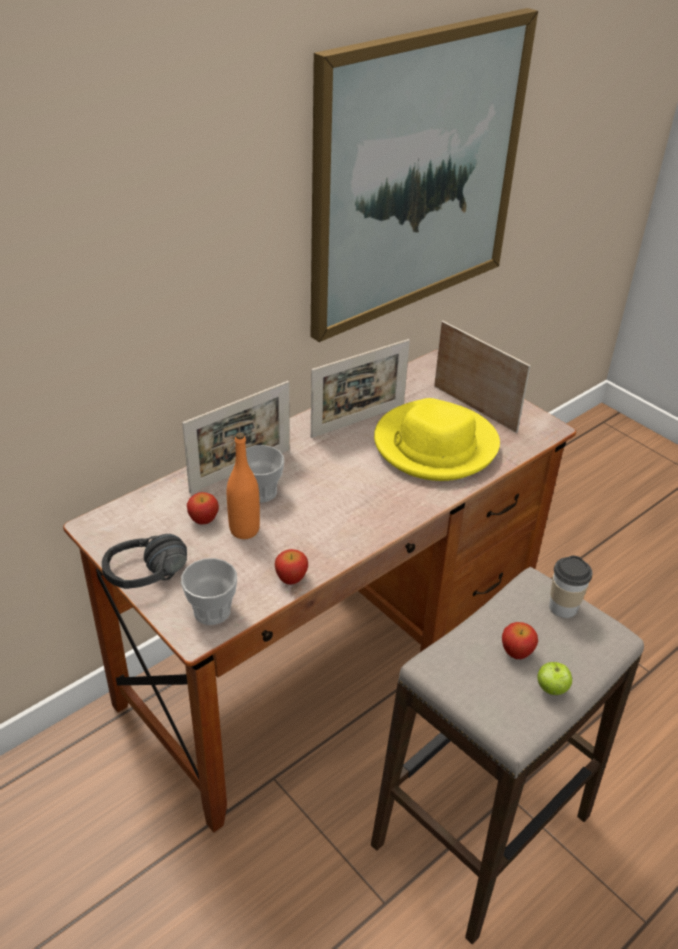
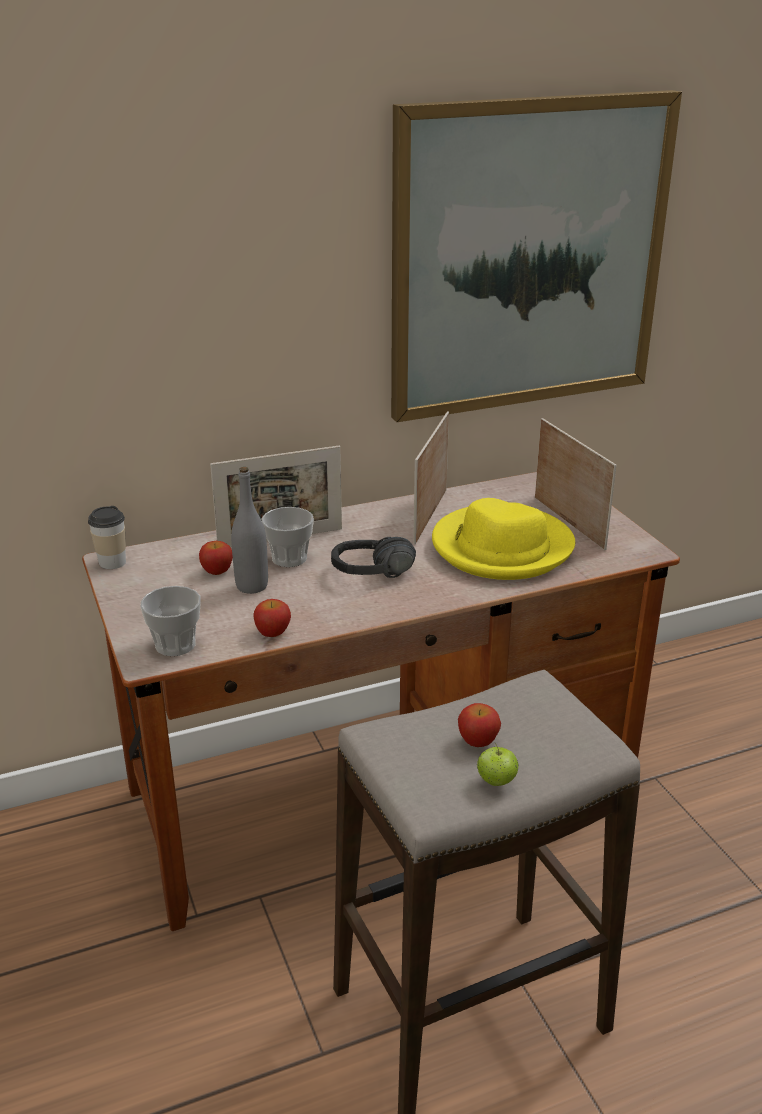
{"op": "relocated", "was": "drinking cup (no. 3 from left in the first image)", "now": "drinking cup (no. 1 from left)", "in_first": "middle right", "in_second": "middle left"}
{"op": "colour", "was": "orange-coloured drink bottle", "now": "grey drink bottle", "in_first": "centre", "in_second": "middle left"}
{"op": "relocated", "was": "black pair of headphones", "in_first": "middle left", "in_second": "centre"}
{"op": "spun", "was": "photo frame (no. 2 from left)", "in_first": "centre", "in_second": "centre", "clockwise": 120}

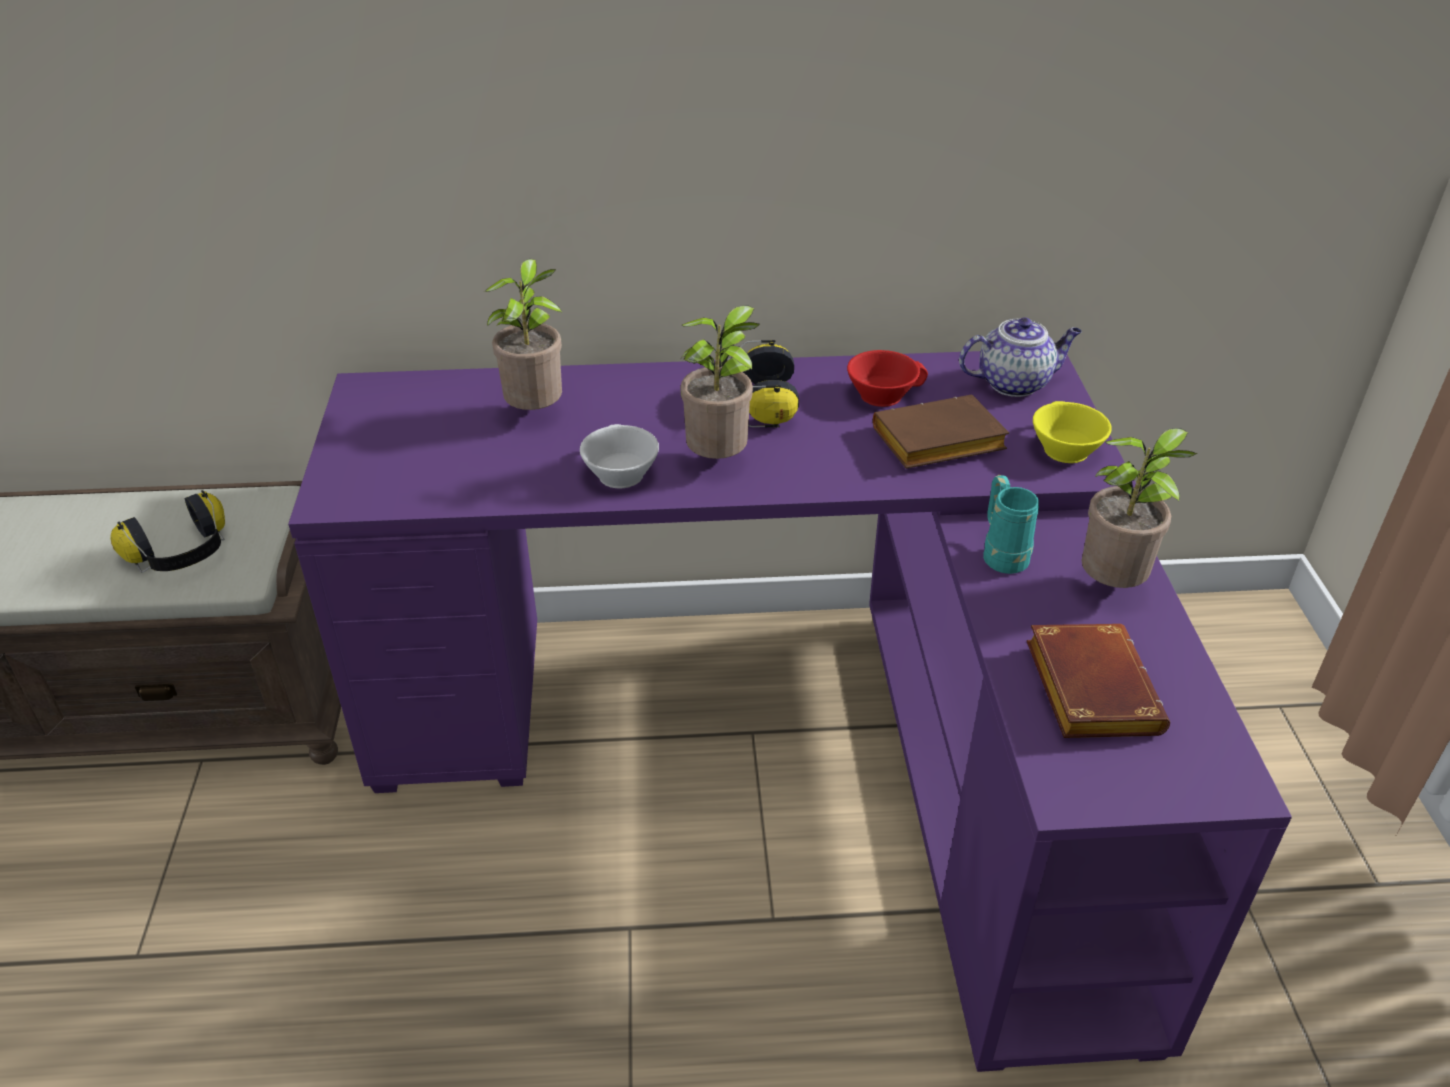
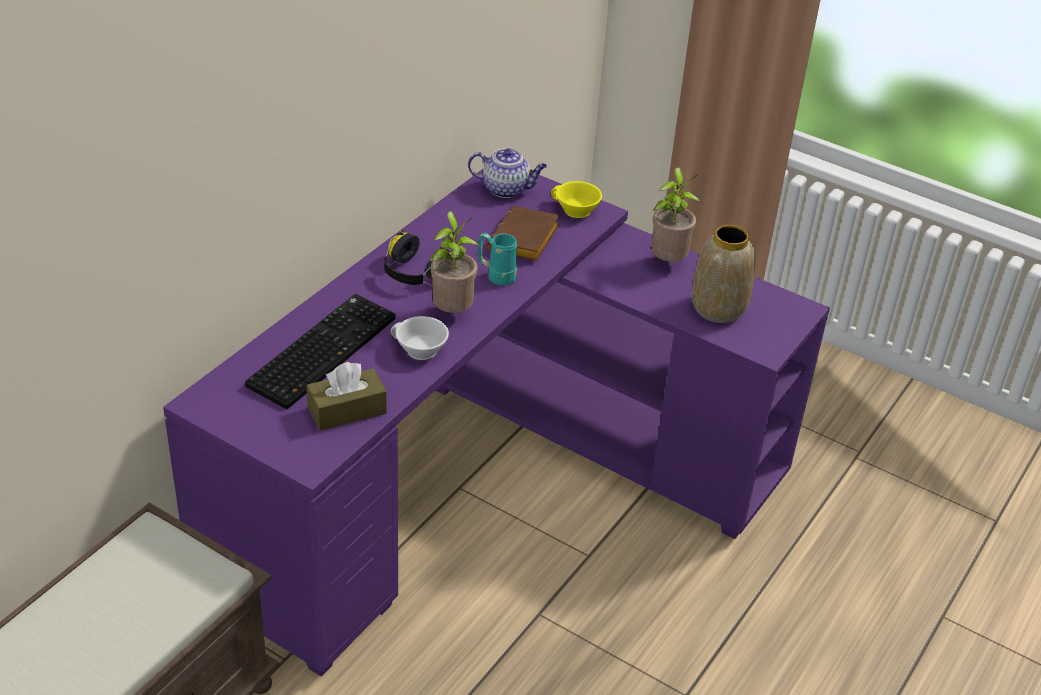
{"op": "exchanged", "was": "plant in a pot (no. 1 from left)", "now": "keyboard", "in_first": "top centre", "in_second": "middle left"}
{"op": "appeared", "now": "brown-coloured tissue holder", "in_second": "centre"}
{"op": "spun", "was": "tea pot", "in_first": "top right", "in_second": "top centre", "clockwise": 75}
{"op": "relocated", "was": "turquoise-coloured tea mug", "in_first": "middle right", "in_second": "centre"}
{"op": "exchanged", "was": "brown-coloured bound book (no. 2 from left)", "now": "decorative vase", "in_first": "middle right", "in_second": "middle right"}
{"op": "missing", "was": "pair of headphones (no. 1 from left)", "in_first": "middle left"}
{"op": "missing", "was": "reddish drinking cup", "in_first": "centre"}

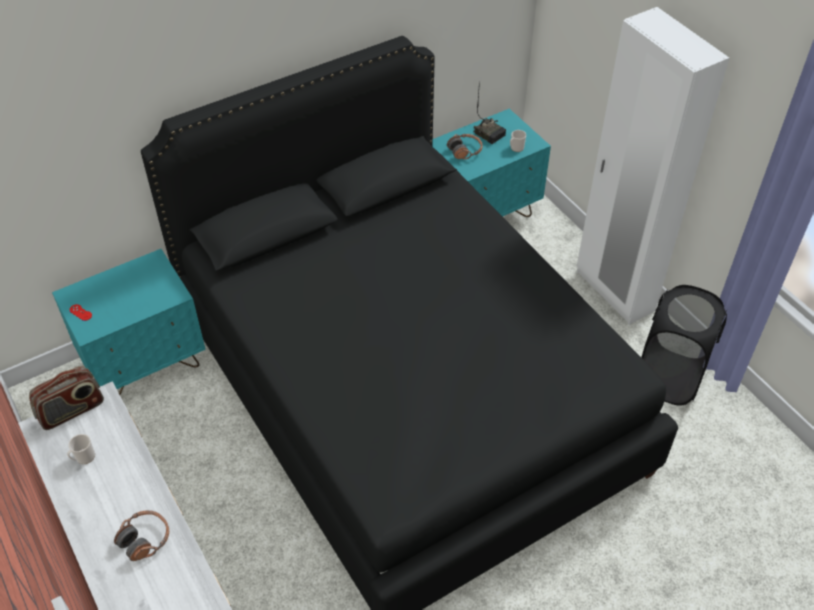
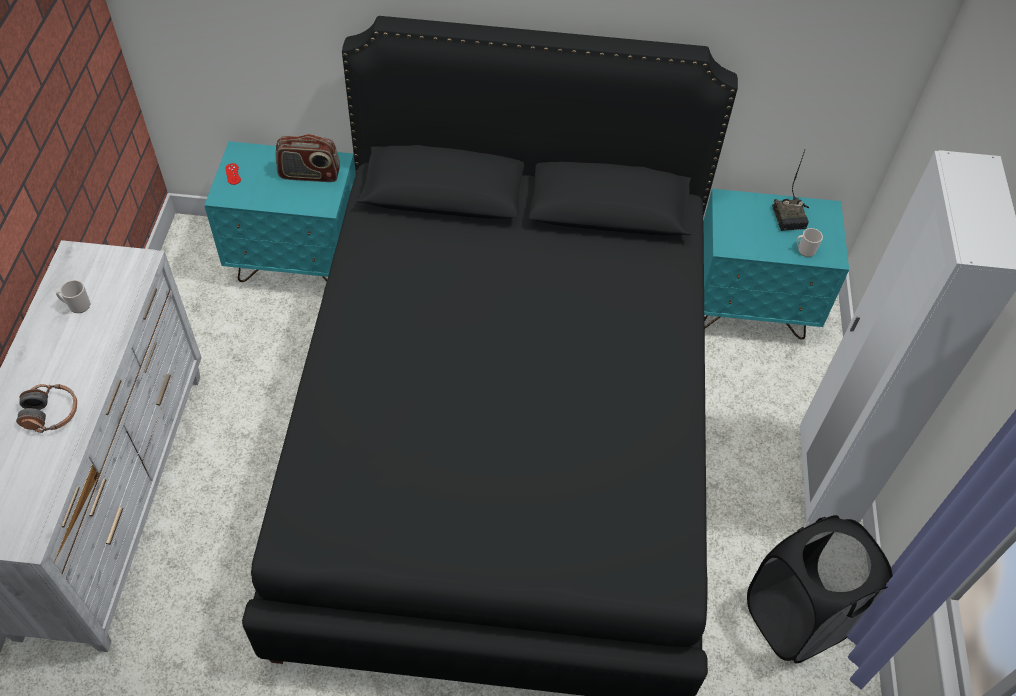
{"op": "relocated", "was": "radio receiver (no. 1 from left)", "in_first": "middle left", "in_second": "top left"}
{"op": "missing", "was": "pair of headphones (no. 2 from left)", "in_first": "top centre"}

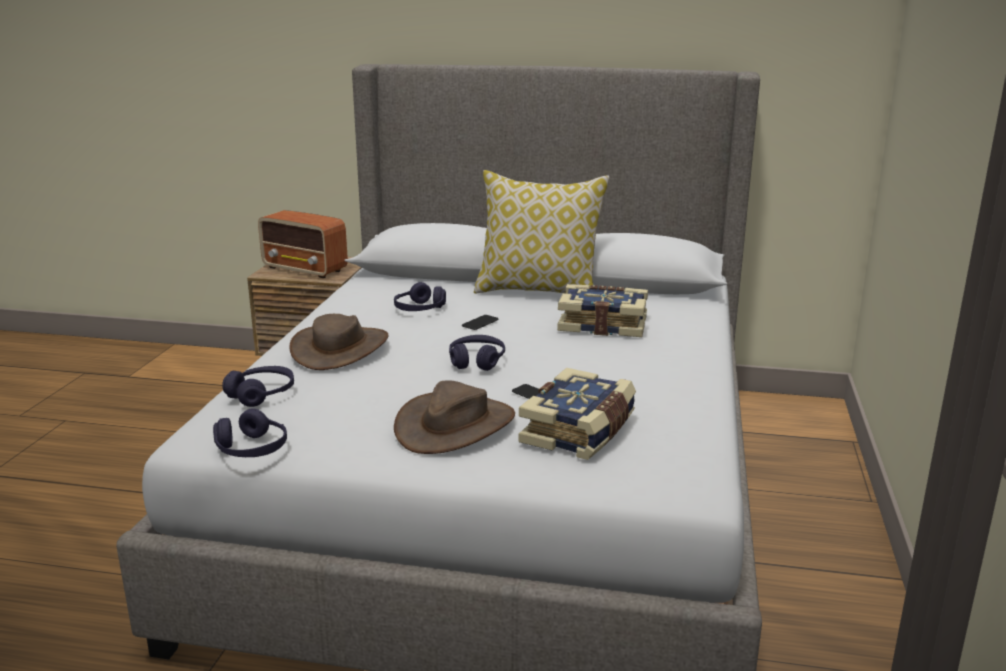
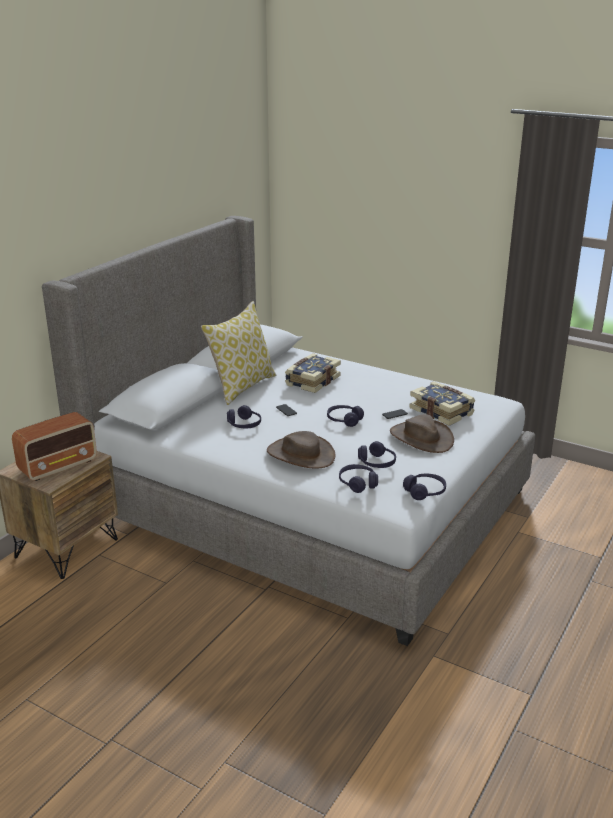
{"op": "appeared", "now": "purple-coloured pair of headphones (no. 4 from left)", "in_second": "centre"}

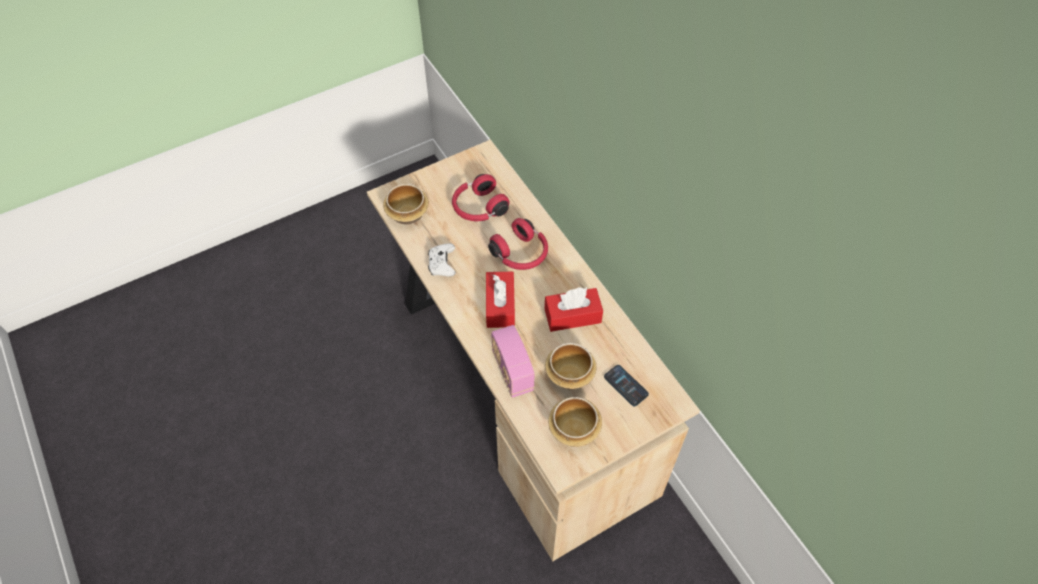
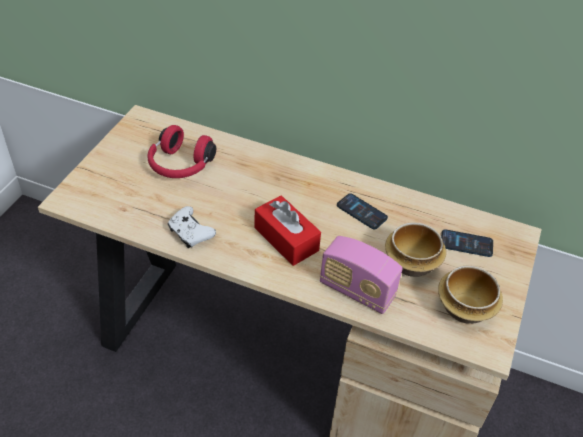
{"op": "exchanged", "was": "reddish tissue holder (no. 2 from left)", "now": "handset (no. 1 from left)", "in_first": "centre", "in_second": "centre"}
{"op": "missing", "was": "serving bowl (no. 1 from left)", "in_first": "centre"}
{"op": "missing", "was": "reddish pair of headphones (no. 2 from left)", "in_first": "centre"}

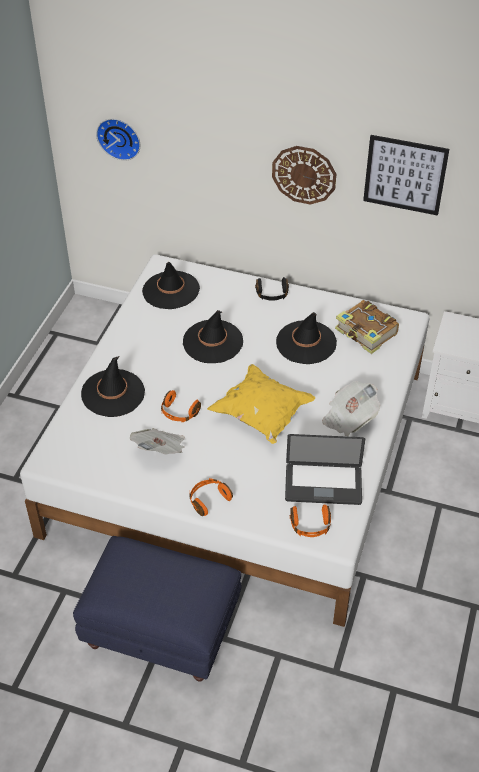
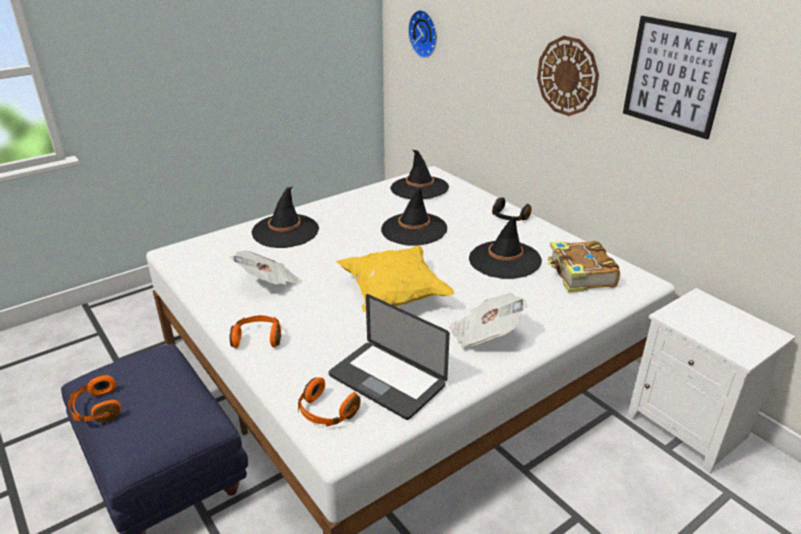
{"op": "relocated", "was": "orange-coloured pair of headphones (no. 1 from left)", "in_first": "centre", "in_second": "bottom left"}

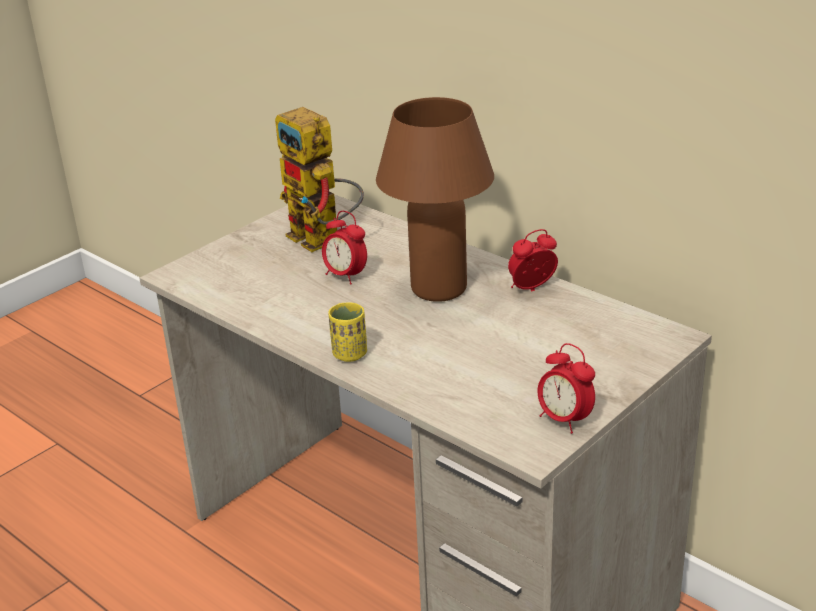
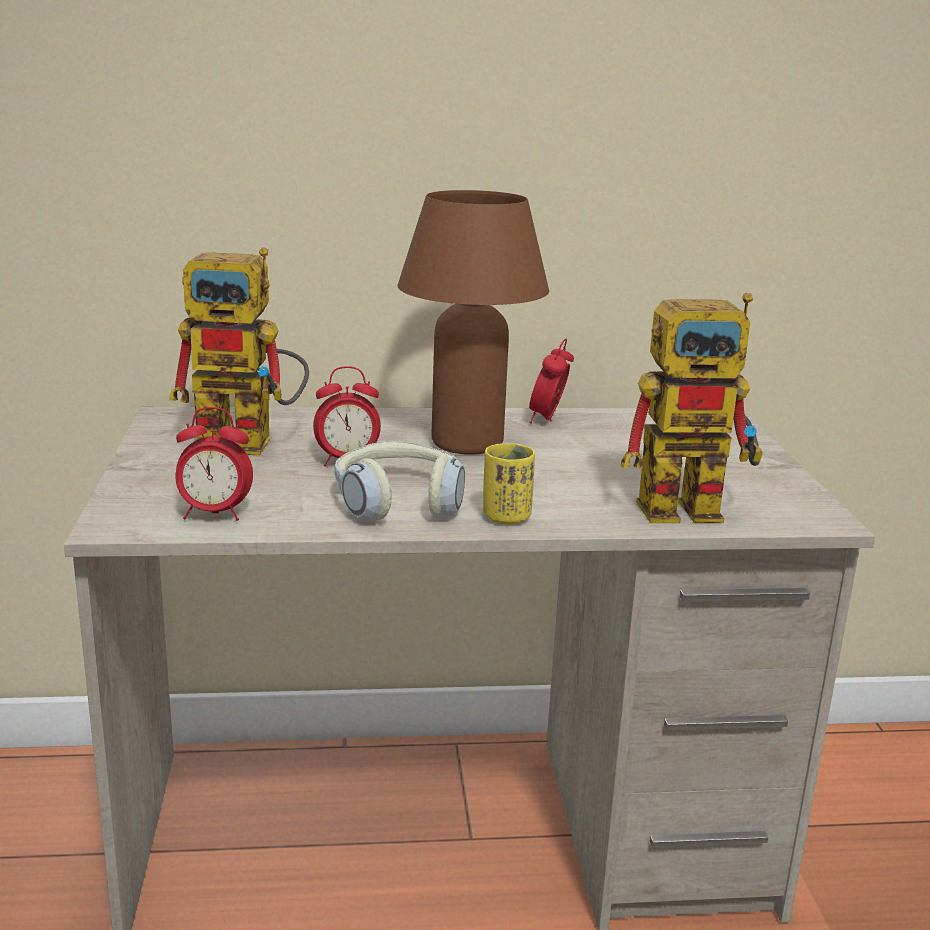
{"op": "relocated", "was": "alarm clock (no. 3 from left in the first image)", "now": "alarm clock (no. 1 from left)", "in_first": "middle right", "in_second": "middle left"}
{"op": "appeared", "now": "pair of headphones", "in_second": "centre"}
{"op": "appeared", "now": "robot figure (no. 2 from left)", "in_second": "middle right"}

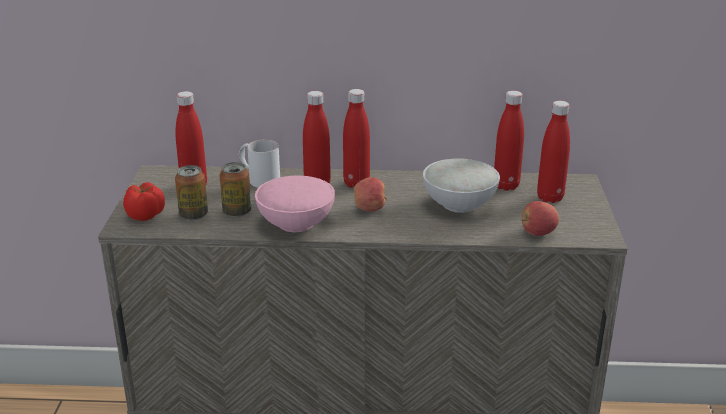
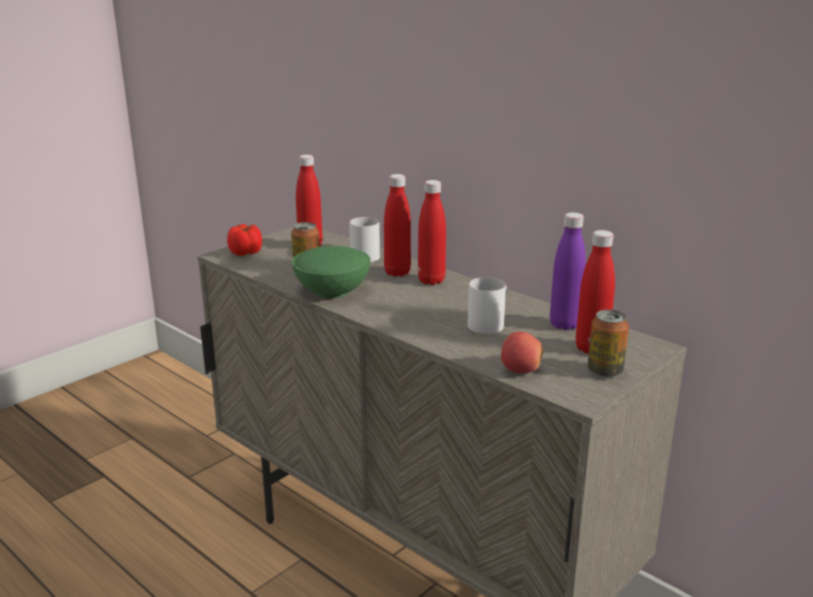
{"op": "colour", "was": "pinkish serving bowl", "now": "green-coloured serving bowl", "in_first": "centre", "in_second": "centre"}
{"op": "exchanged", "was": "white serving bowl", "now": "white tea mug (no. 2 from left)", "in_first": "centre", "in_second": "centre"}
{"op": "colour", "was": "reddish drink bottle (no. 4 from left)", "now": "purple-coloured drink bottle", "in_first": "middle right", "in_second": "middle right"}
{"op": "relocated", "was": "metal can (no. 1 from left in the first image)", "now": "metal can (no. 2 from left)", "in_first": "middle left", "in_second": "middle right"}
{"op": "missing", "was": "whole apple (no. 1 from left)", "in_first": "centre"}

